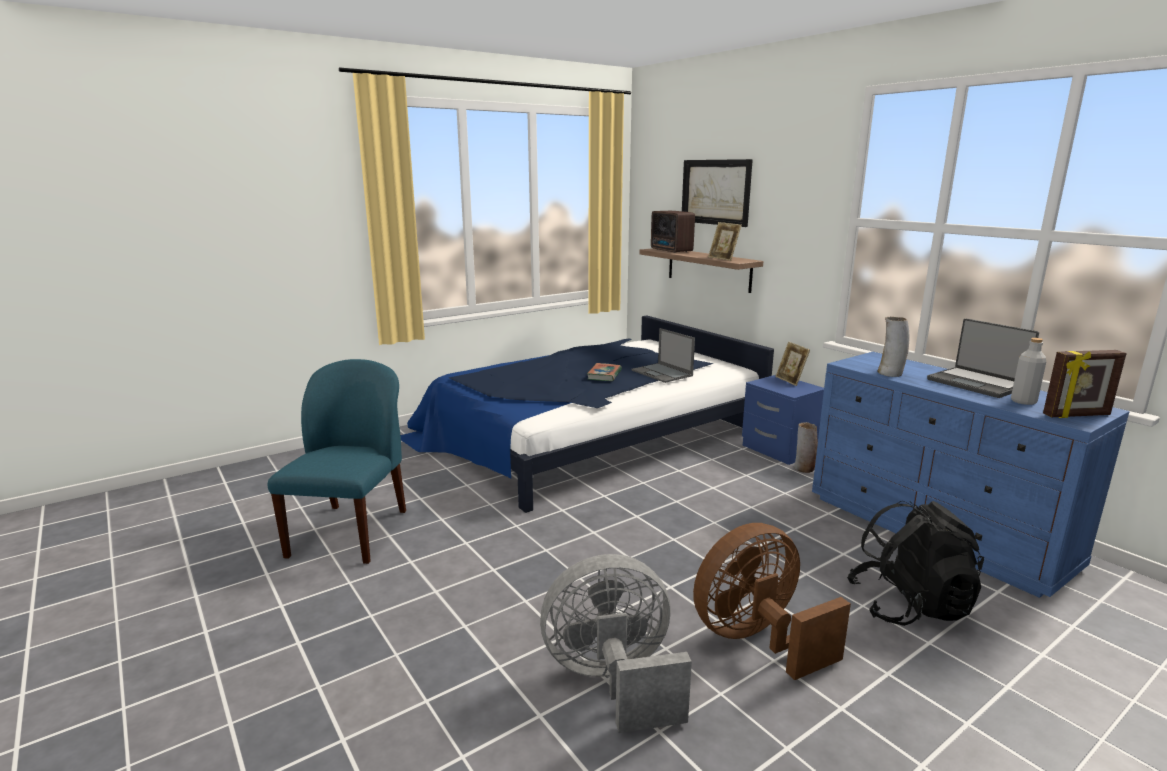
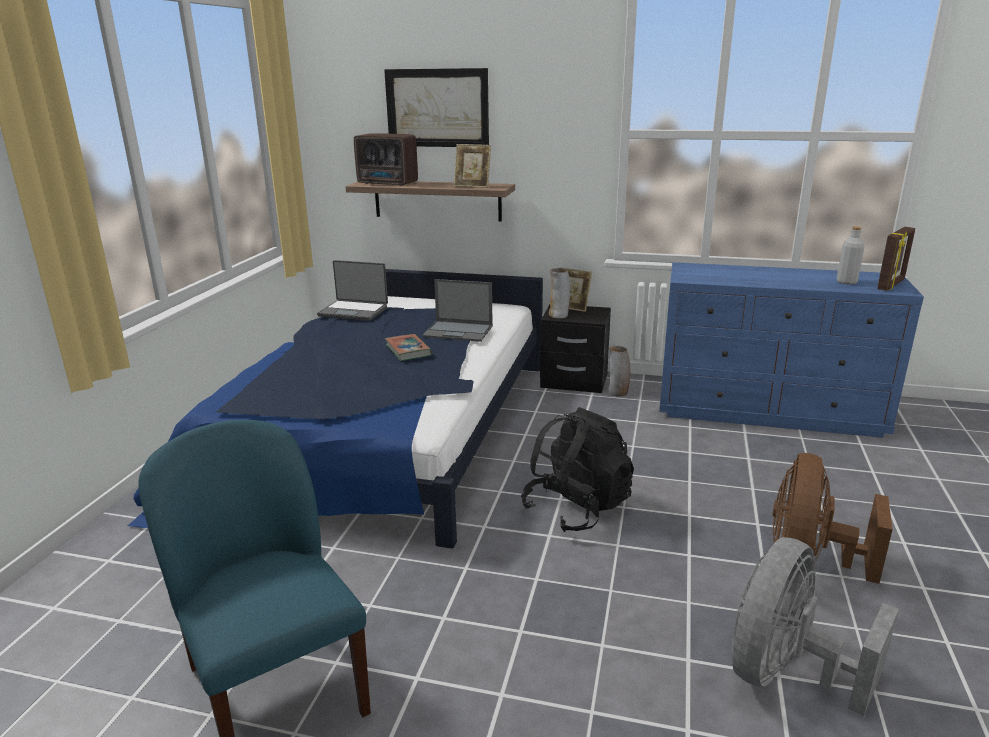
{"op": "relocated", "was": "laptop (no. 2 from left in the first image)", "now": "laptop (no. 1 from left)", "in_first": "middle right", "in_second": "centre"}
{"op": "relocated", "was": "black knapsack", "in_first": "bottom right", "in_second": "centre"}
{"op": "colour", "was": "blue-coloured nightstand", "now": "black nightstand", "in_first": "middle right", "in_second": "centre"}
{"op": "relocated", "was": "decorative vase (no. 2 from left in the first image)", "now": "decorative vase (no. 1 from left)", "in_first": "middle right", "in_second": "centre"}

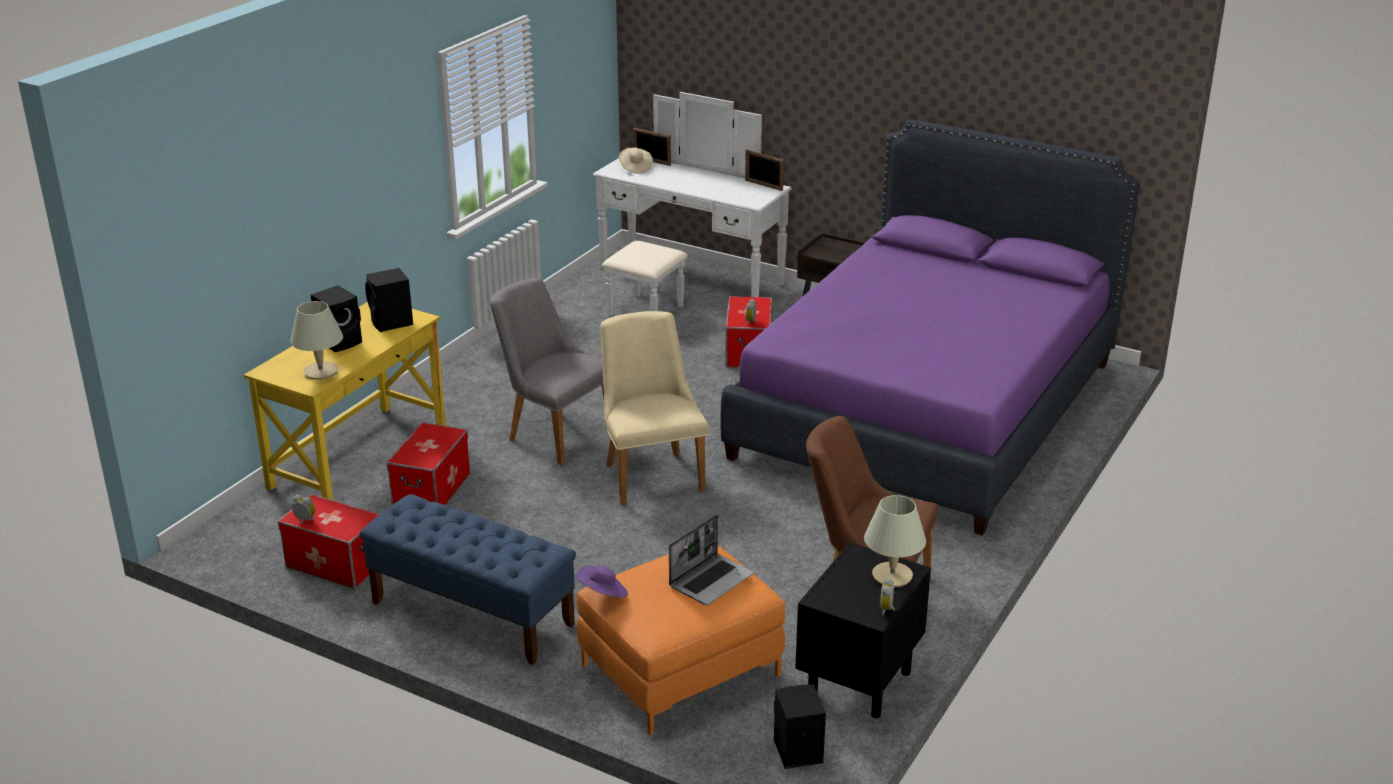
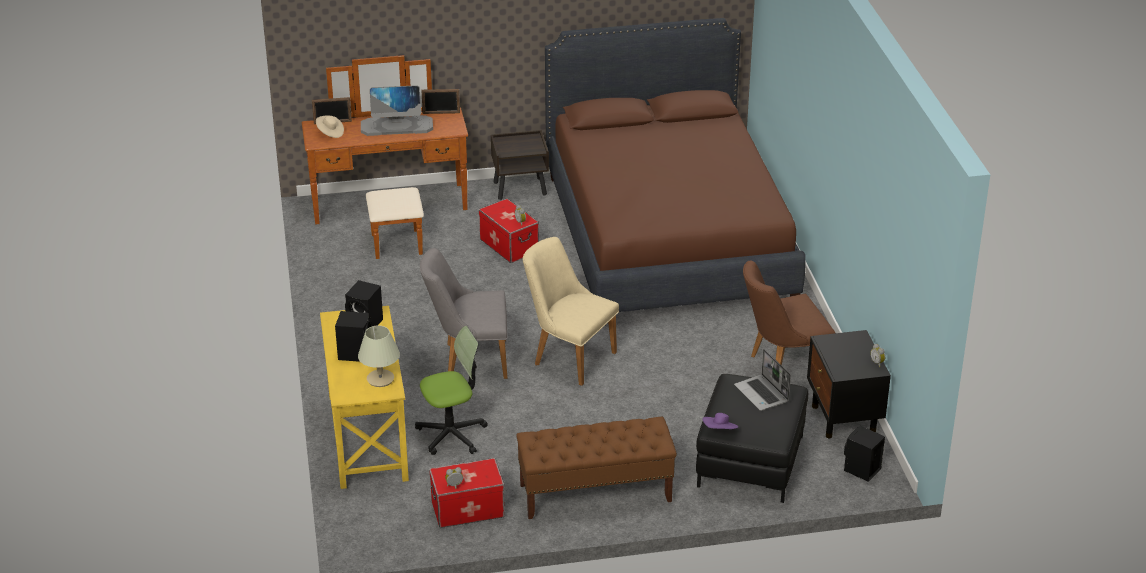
{"op": "colour", "was": "white dresser", "now": "brown-coloured dresser", "in_first": "top centre", "in_second": "top centre"}
{"op": "appeared", "now": "monitor", "in_second": "top centre"}
{"op": "exchanged", "was": "storage bin (no. 2 from left)", "now": "office chair", "in_first": "middle left", "in_second": "bottom centre"}
{"op": "colour", "was": "blue-coloured bench", "now": "brown-coloured bench", "in_first": "bottom centre", "in_second": "bottom centre"}
{"op": "colour", "was": "purple-coloured bedroom bed", "now": "brown-coloured bedroom bed", "in_first": "middle right", "in_second": "top centre"}
{"op": "colour", "was": "orange-coloured ottoman", "now": "black ottoman", "in_first": "bottom centre", "in_second": "bottom centre"}
{"op": "spun", "was": "laptop", "in_first": "bottom centre", "in_second": "centre", "clockwise": 150}
{"op": "missing", "was": "beige-coloured lamp for a table (no. 2 from left)", "in_first": "bottom centre"}

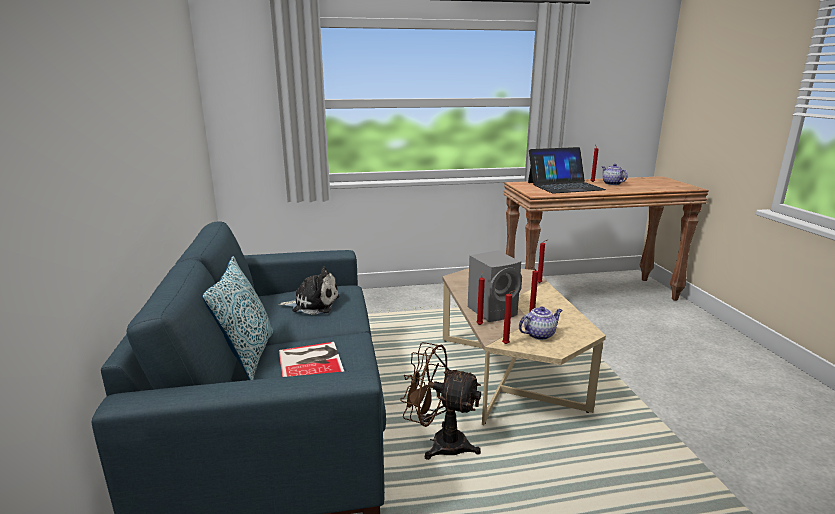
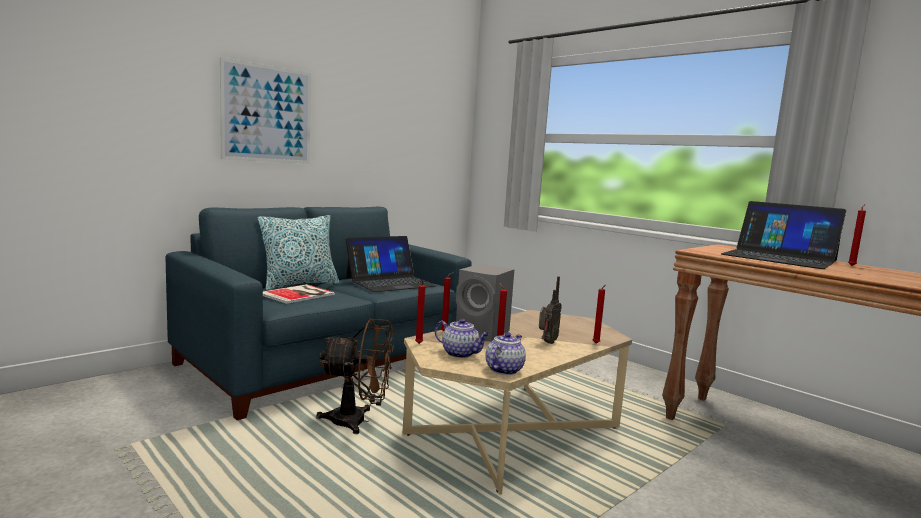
{"op": "appeared", "now": "wall art", "in_second": "top left"}
{"op": "spun", "was": "brown-coloured electric fan", "in_first": "bottom centre", "in_second": "bottom centre", "clockwise": 105}
{"op": "exchanged", "was": "cuddly toy", "now": "laptop (no. 1 from left)", "in_first": "centre", "in_second": "centre"}
{"op": "relocated", "was": "tea pot (no. 2 from left)", "in_first": "middle right", "in_second": "bottom centre"}
{"op": "appeared", "now": "radio receiver", "in_second": "centre"}

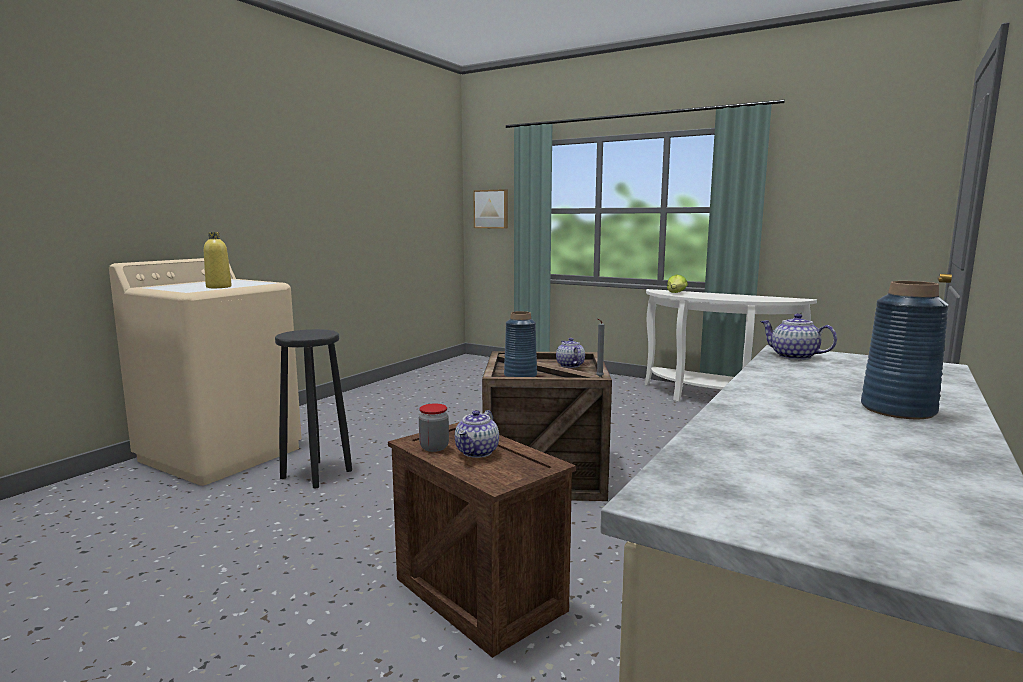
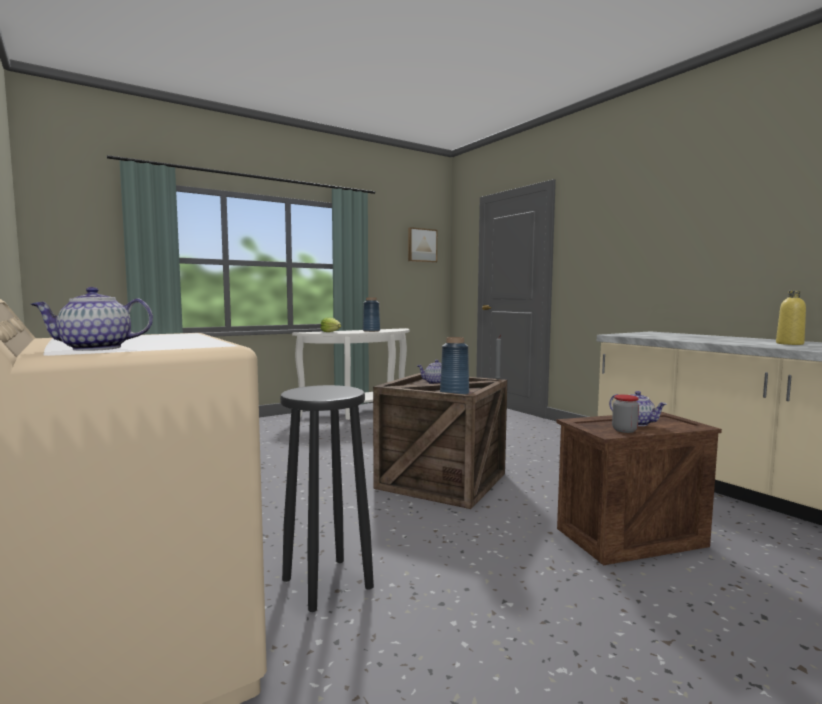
{"op": "relocated", "was": "tea pot (no. 3 from left in the first image)", "now": "tea pot (no. 1 from left)", "in_first": "middle right", "in_second": "middle left"}
{"op": "relocated", "was": "blue-coloured decorative vase (no. 2 from left in the first image)", "now": "blue-coloured decorative vase (no. 1 from left)", "in_first": "middle right", "in_second": "centre"}
{"op": "relocated", "was": "wall art", "in_first": "top centre", "in_second": "centre"}
{"op": "relocated", "was": "yellowish drink bottle", "in_first": "middle left", "in_second": "middle right"}

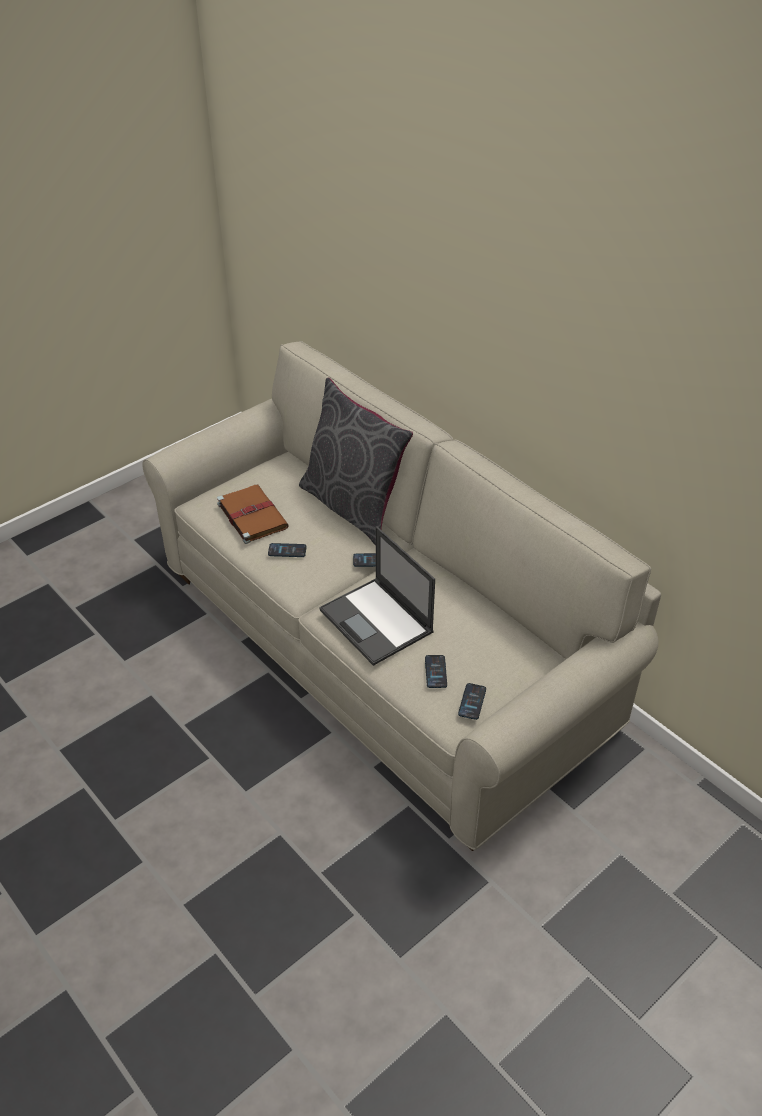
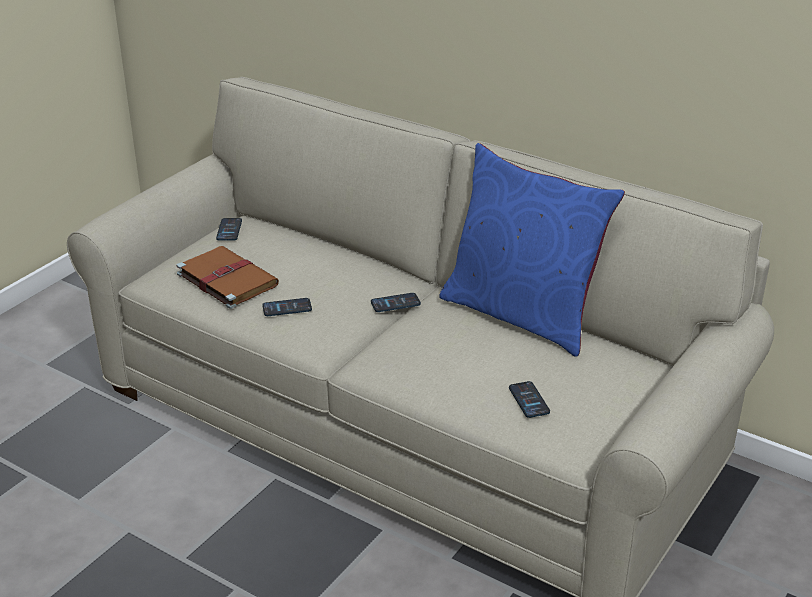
{"op": "relocated", "was": "handset (no. 4 from left in the first image)", "now": "handset (no. 1 from left)", "in_first": "centre", "in_second": "middle left"}
{"op": "appeared", "now": "blue-coloured pillow", "in_second": "centre"}
{"op": "missing", "was": "grey pillow", "in_first": "centre"}
{"op": "missing", "was": "laptop", "in_first": "centre"}

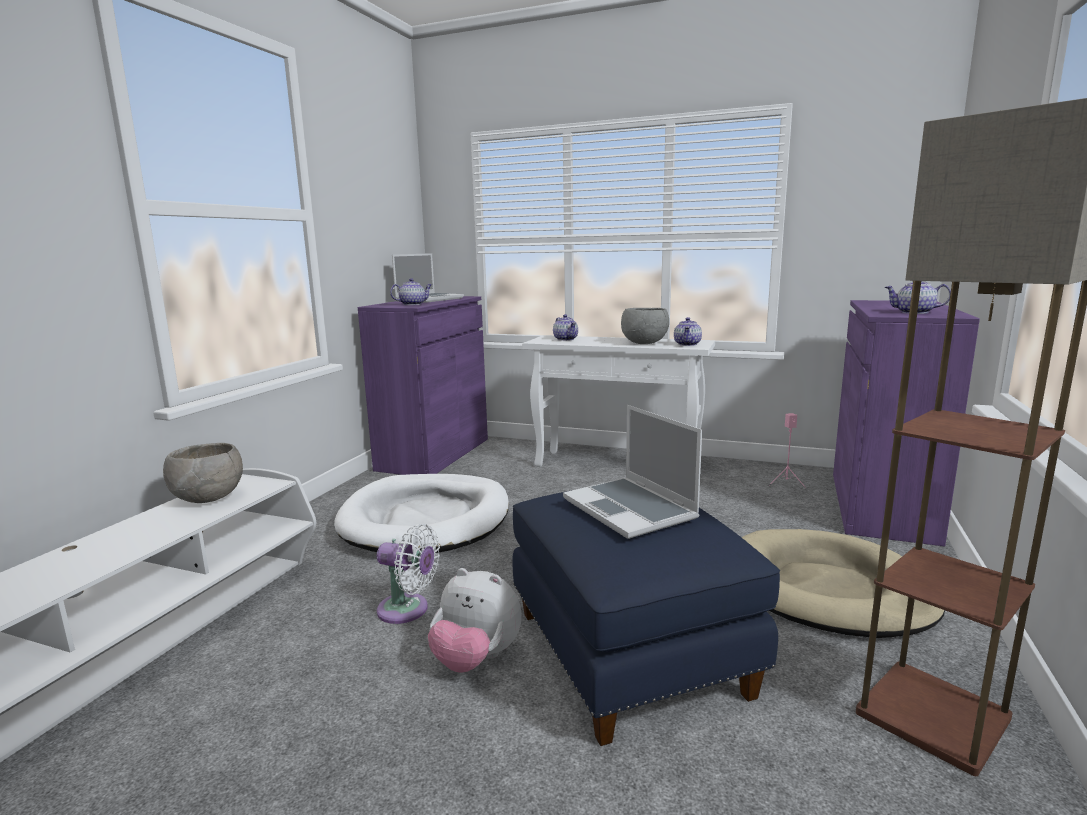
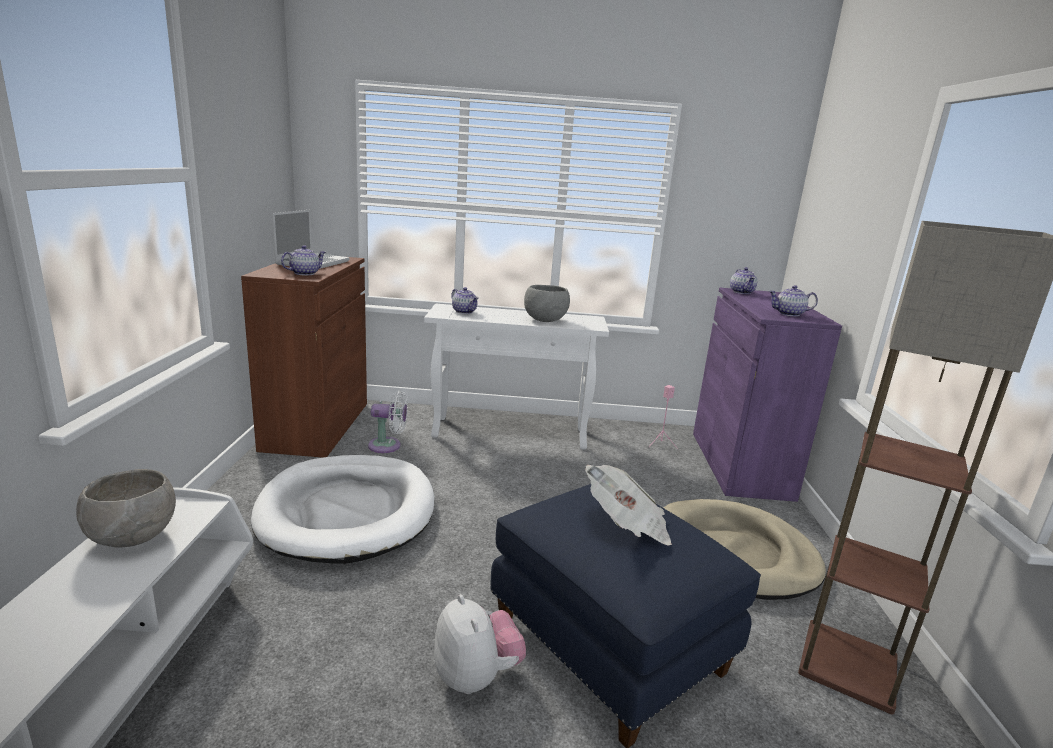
{"op": "colour", "was": "purple-coloured cupboard (no. 1 from left)", "now": "brown-coloured cupboard", "in_first": "centre", "in_second": "middle left"}
{"op": "relocated", "was": "white electric fan", "in_first": "bottom centre", "in_second": "centre"}
{"op": "spun", "was": "cuddly toy", "in_first": "bottom centre", "in_second": "bottom centre", "clockwise": -120}
{"op": "exchanged", "was": "laptop (no. 2 from left)", "now": "daily paper", "in_first": "centre", "in_second": "bottom centre"}
{"op": "relocated", "was": "tea pot (no. 3 from left)", "in_first": "centre", "in_second": "middle right"}

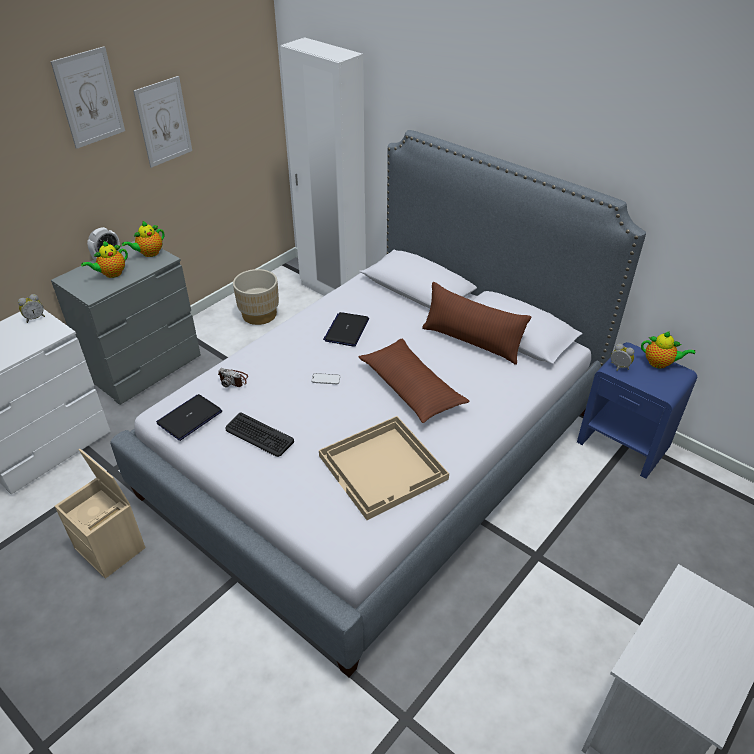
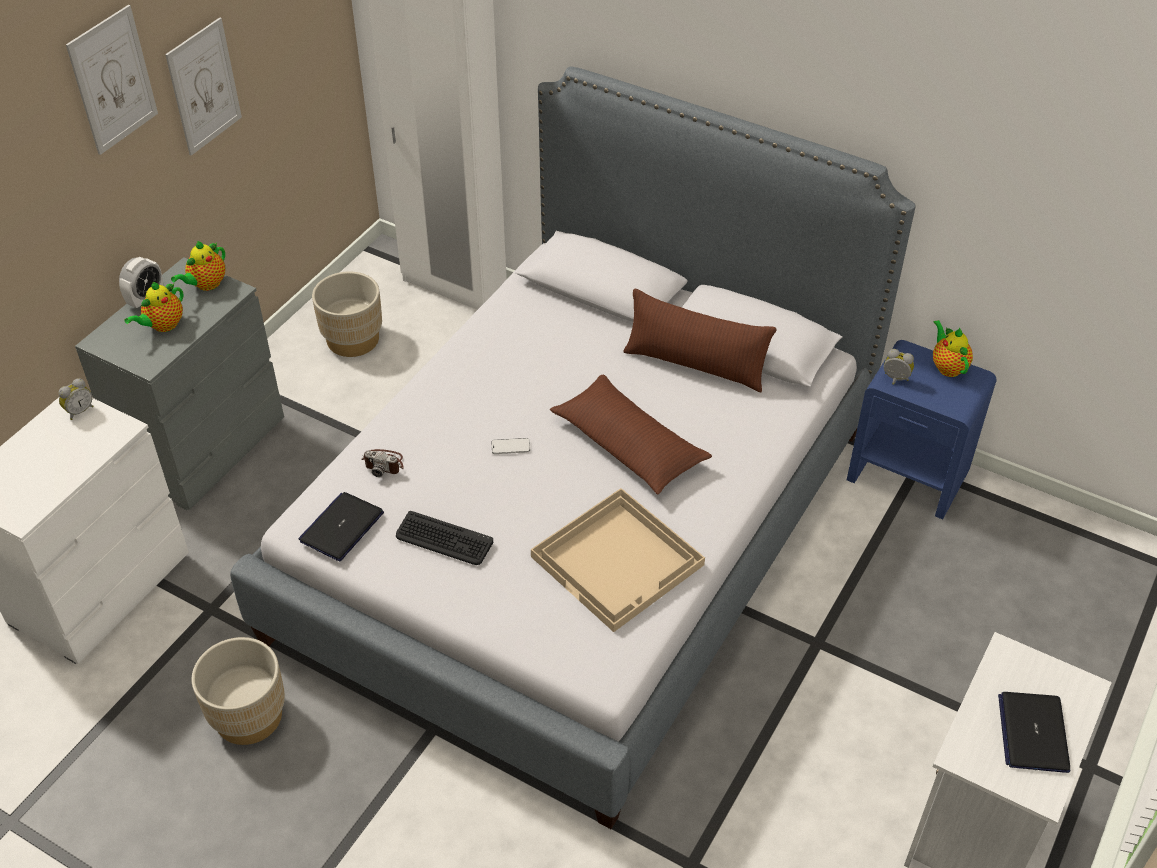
{"op": "exchanged", "was": "beige-coloured storage bin", "now": "beige-coloured flower pot (no. 1 from left)", "in_first": "bottom left", "in_second": "bottom left"}
{"op": "spun", "was": "tea pot (no. 3 from left)", "in_first": "middle right", "in_second": "middle right", "clockwise": -120}
{"op": "relocated", "was": "laptop (no. 2 from left)", "in_first": "centre", "in_second": "bottom right"}

